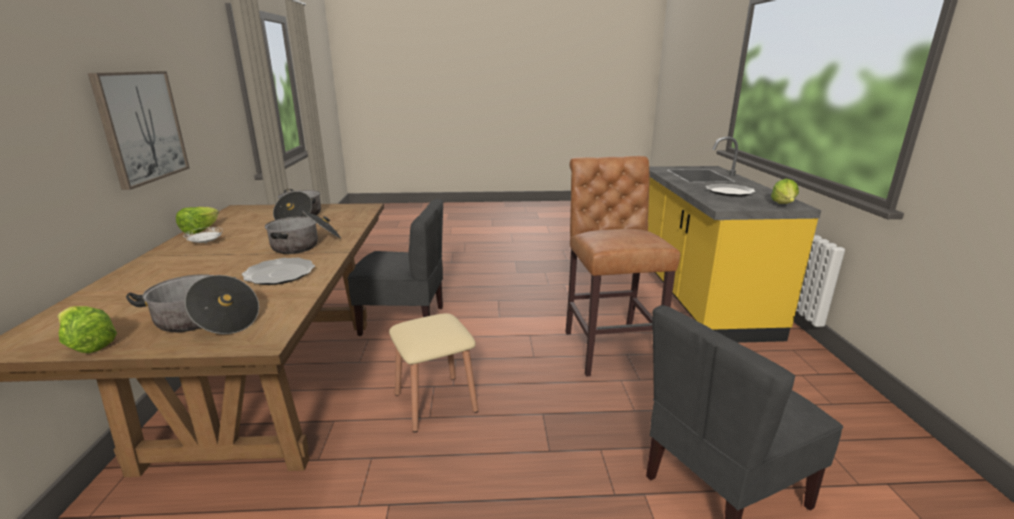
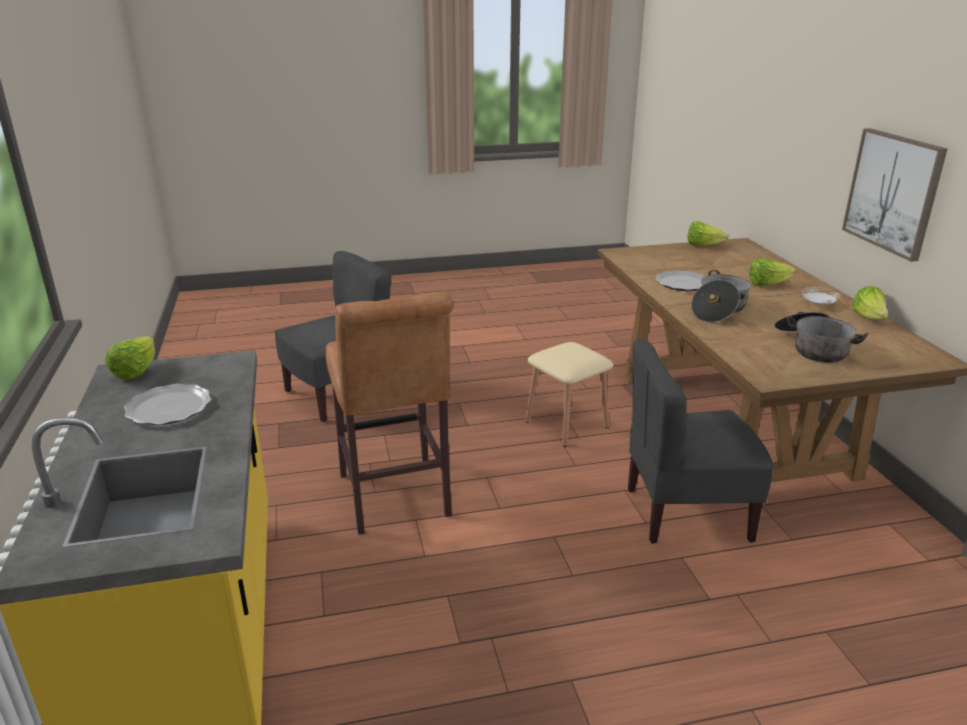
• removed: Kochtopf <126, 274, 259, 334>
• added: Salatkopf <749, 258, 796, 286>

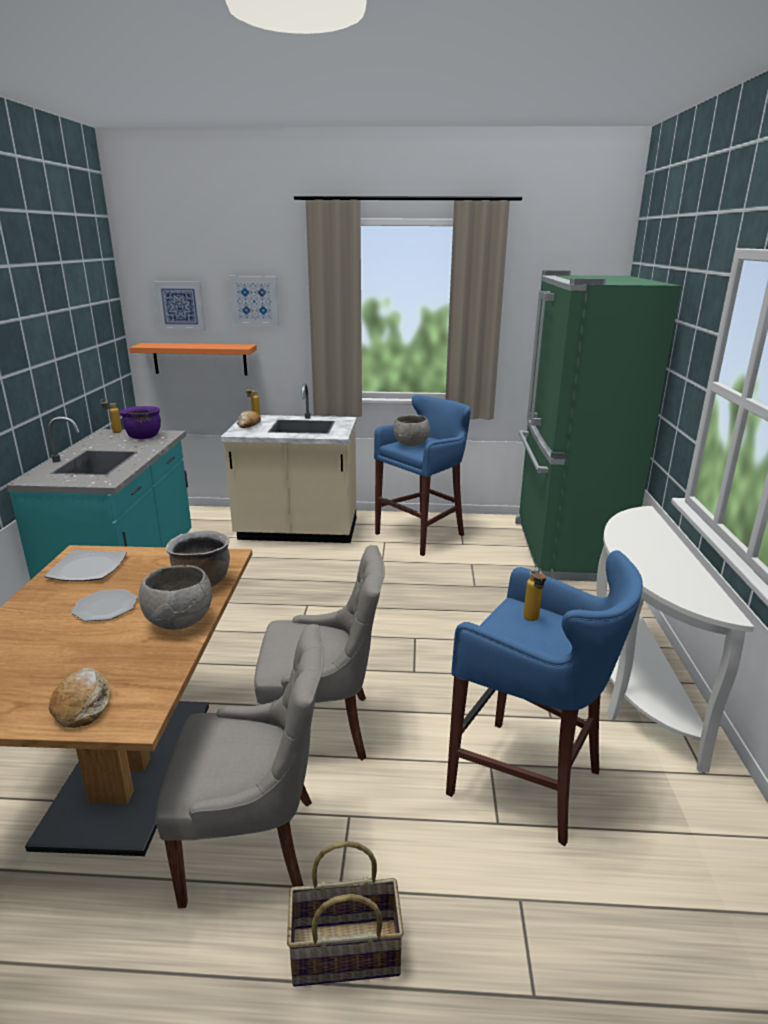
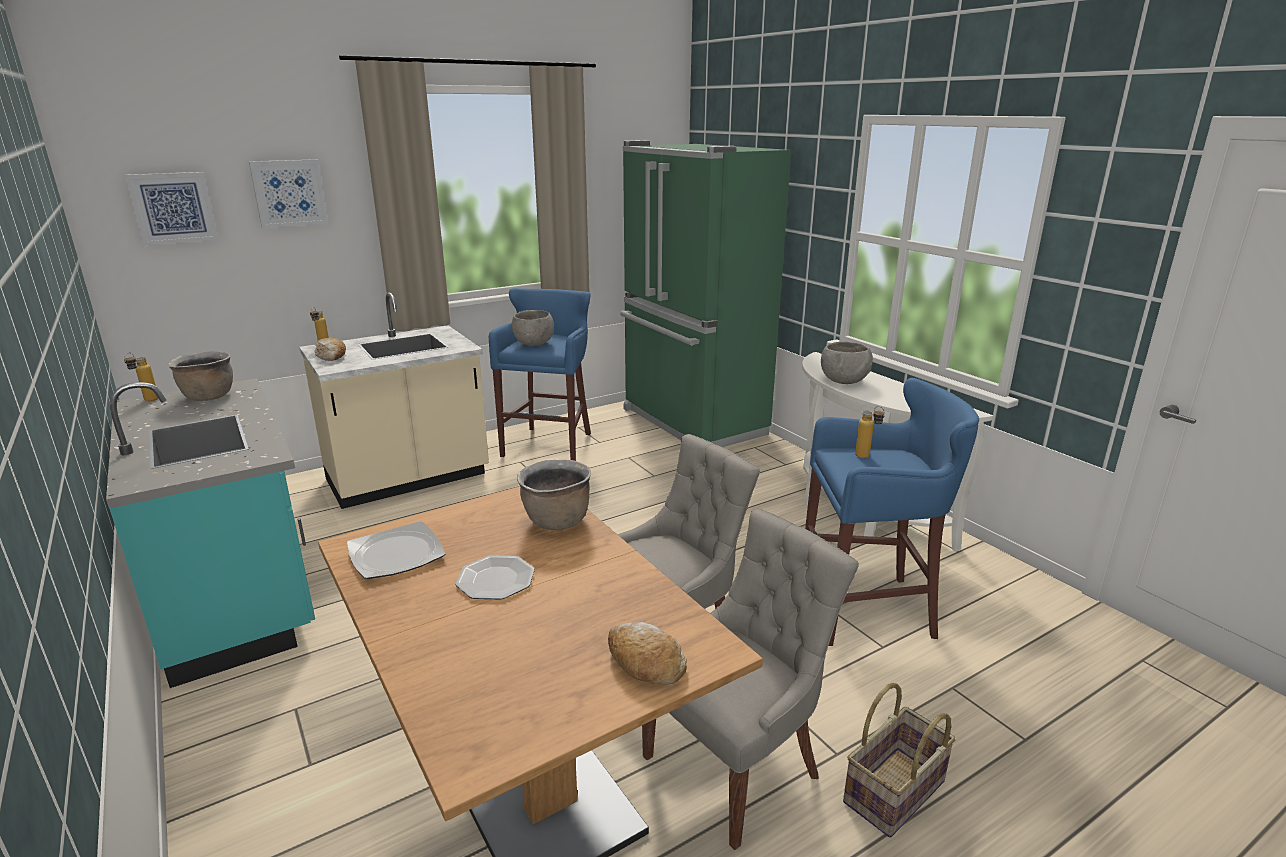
• removed: Wandregal/orange <129, 343, 257, 375>
• moved: Schüssel/grau <139, 565, 212, 630> to <821, 342, 873, 384>
• recoloured: Kochtopf/lila <119, 406, 161, 439> to Kochtopf/braun <168, 351, 233, 401>

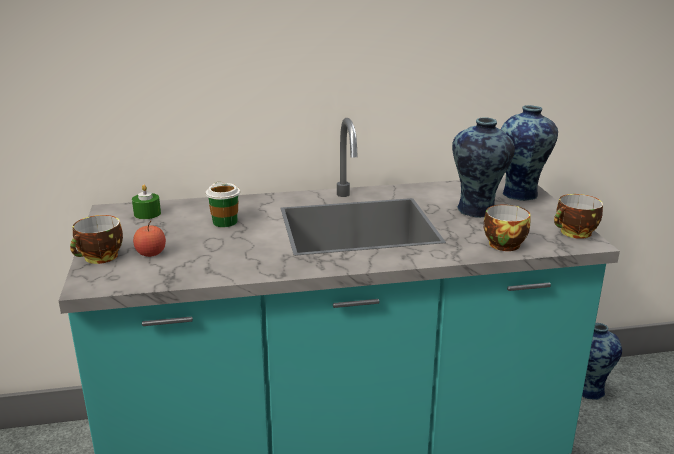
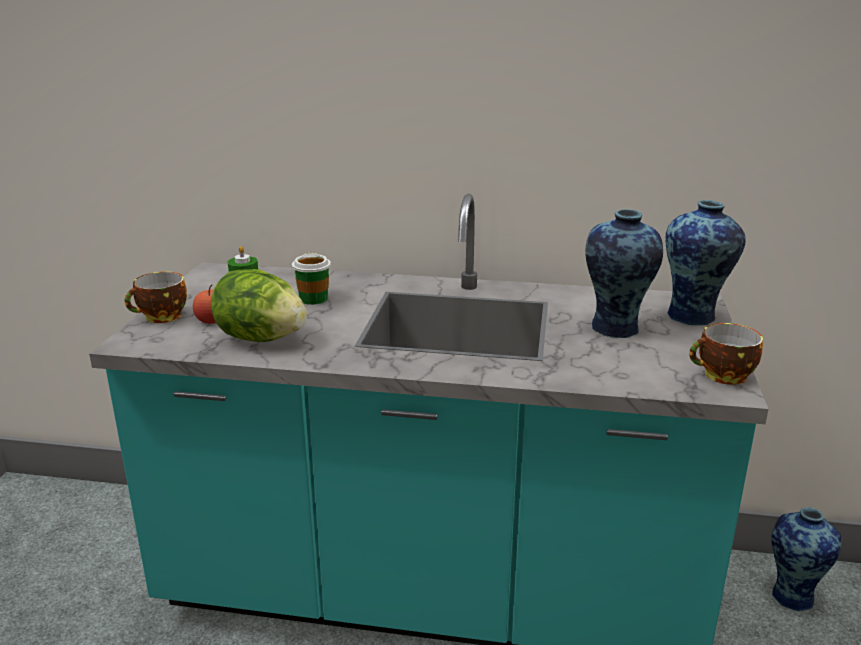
• removed: Tasse <484, 204, 530, 251>
• added: Salatkopf <211, 269, 307, 342>

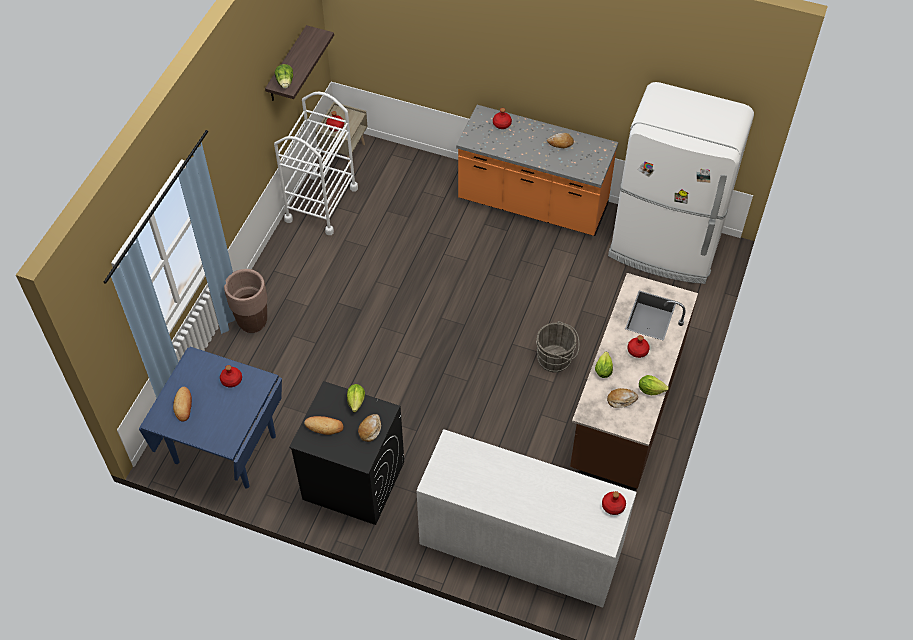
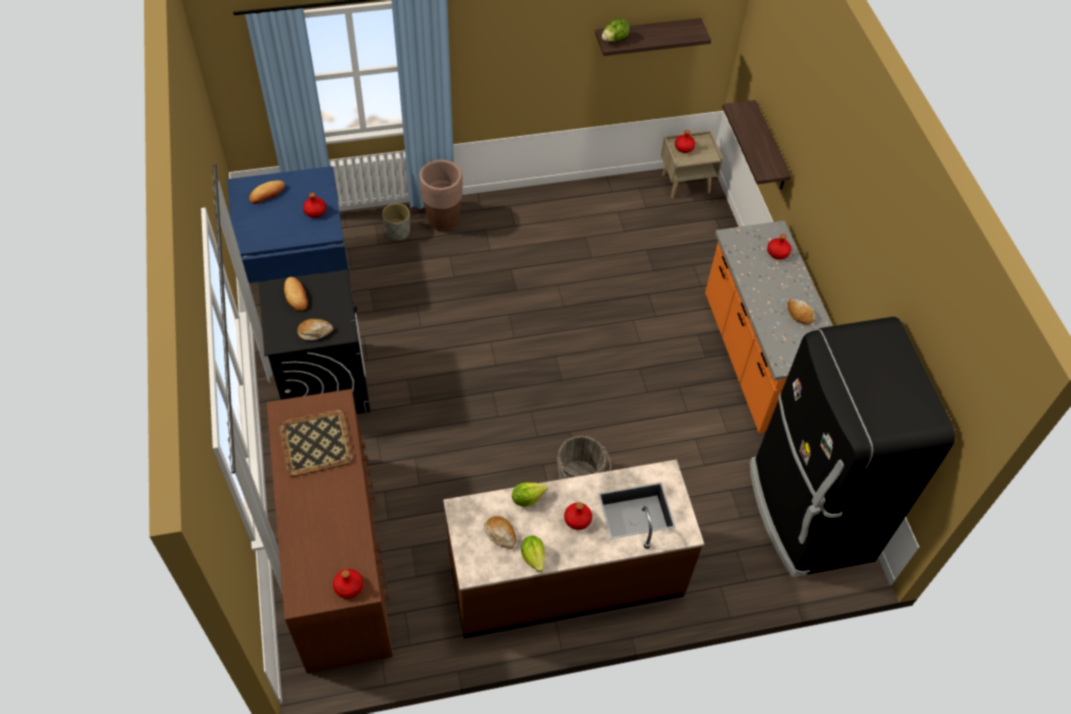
• removed: Rollwagen/weiß <274, 91, 358, 235>
• removed: Salatkopf <347, 384, 365, 412>
• added: Tablett <279, 409, 354, 477>
• added: Pflanzkübel/grau <382, 203, 410, 240>
• added: Wandregal <722, 100, 792, 190>
• recoloured: Kommode/weiß <416, 429, 637, 608> to Kommode/braun <266, 389, 393, 673>
• recoloured: Kühlschrank/weiß <608, 82, 754, 284> to Kühlschrank/schwarz <750, 317, 955, 577>

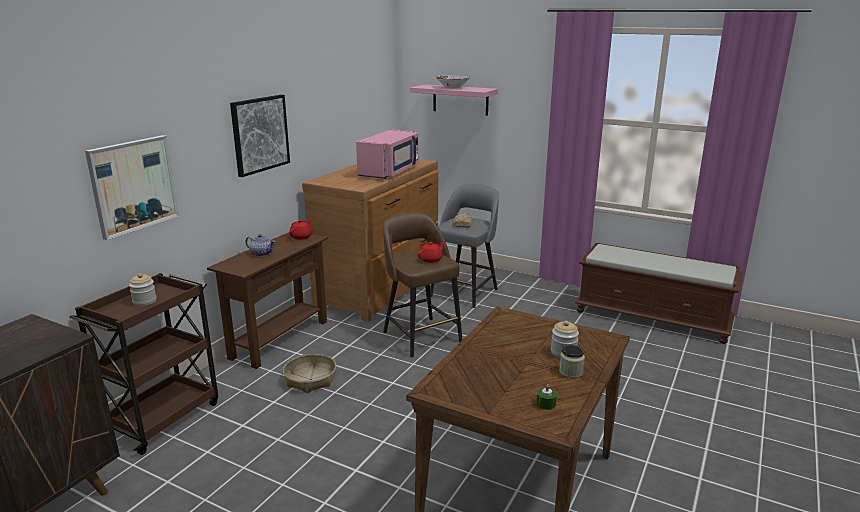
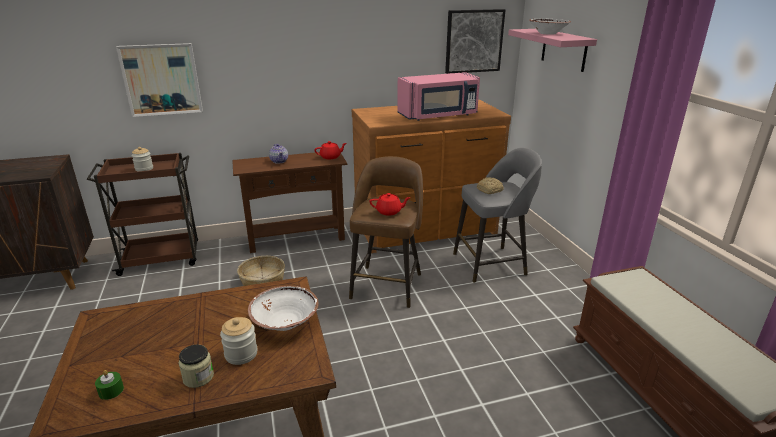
• added: Schüssel/weiß <248, 286, 319, 331>
• moved: Bild <230, 95, 290, 177> to <445, 9, 505, 74>

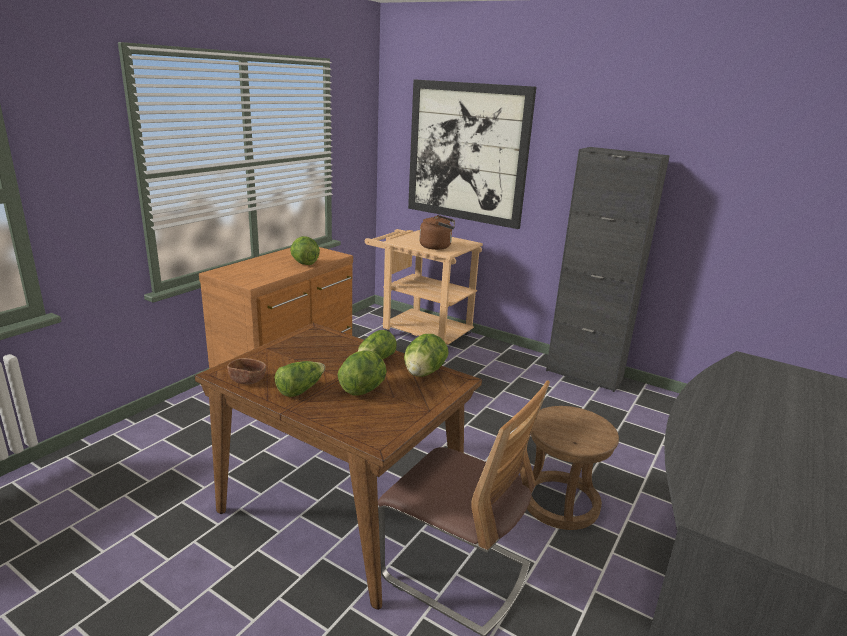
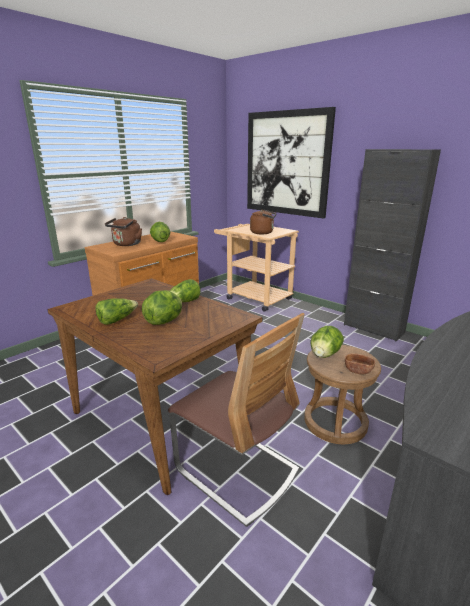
• added: Wasserkessel/braun <105, 217, 142, 246>
• moved: Schüssel/braun <227, 358, 266, 385> to <345, 353, 375, 375>
• moved: Salatkopf <404, 334, 449, 377> to <310, 326, 344, 358>

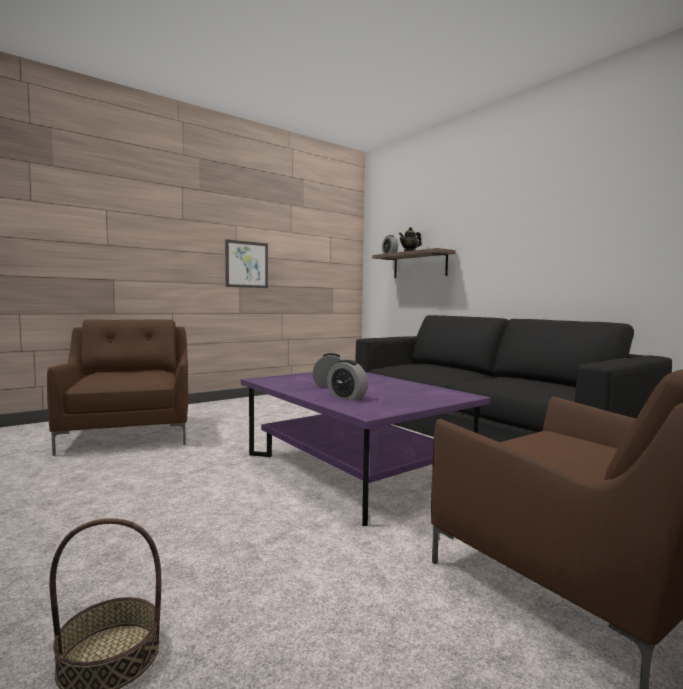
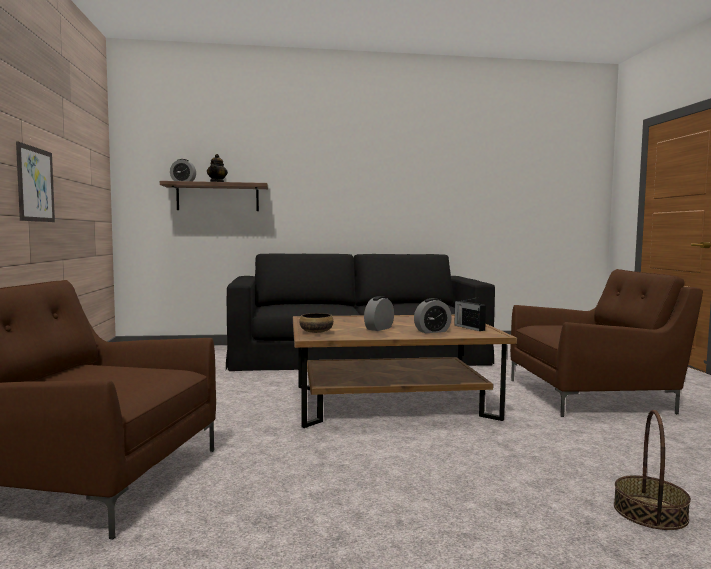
• added: Schüssel <299, 313, 333, 333>
• added: Radio <454, 297, 486, 331>
• recoloured: Couchtisch/lila <241, 372, 491, 526> to Couchtisch/braun <293, 315, 517, 428>

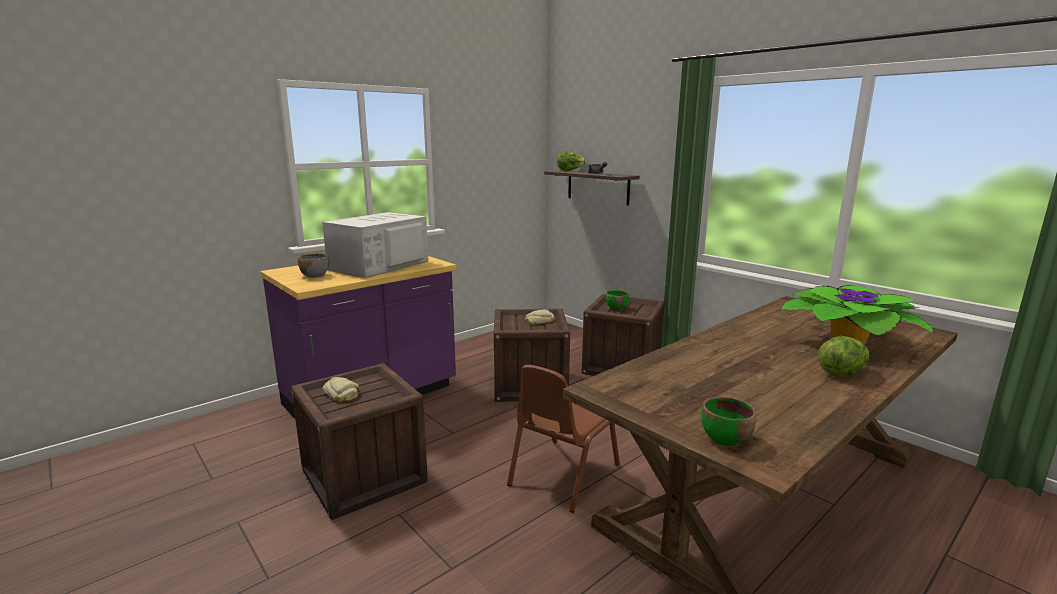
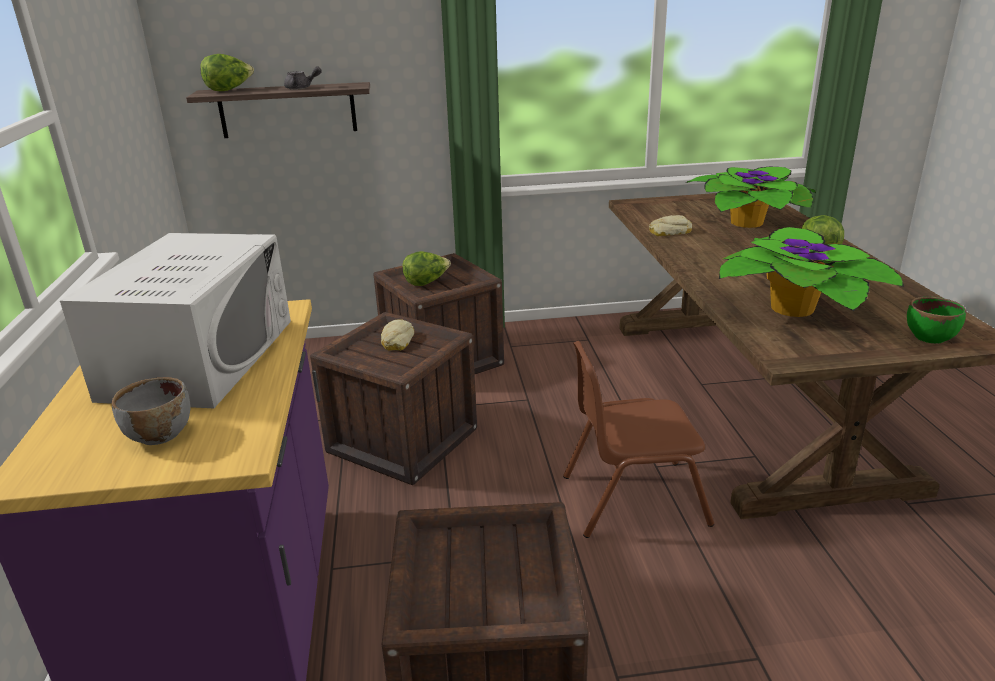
• added: Topfpflanze <719, 227, 904, 317>
• moved: Brot <323, 377, 361, 402> to <649, 215, 692, 236>
• replaced: Schüssel/grün <606, 290, 629, 310> to Salatkopf <403, 251, 451, 286>
• turned: Mikrowelle/weiß <322, 212, 429, 278> = <60, 233, 291, 408> 150 degrees counterclockwise
• turned: Stuhl/braun <507, 365, 620, 513> = <563, 341, 714, 538> 105 degrees clockwise

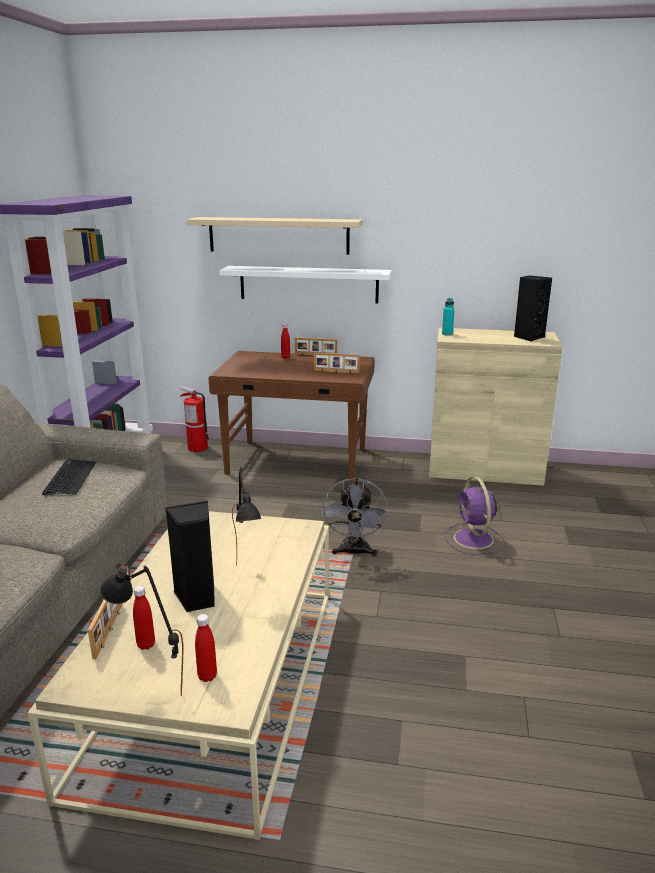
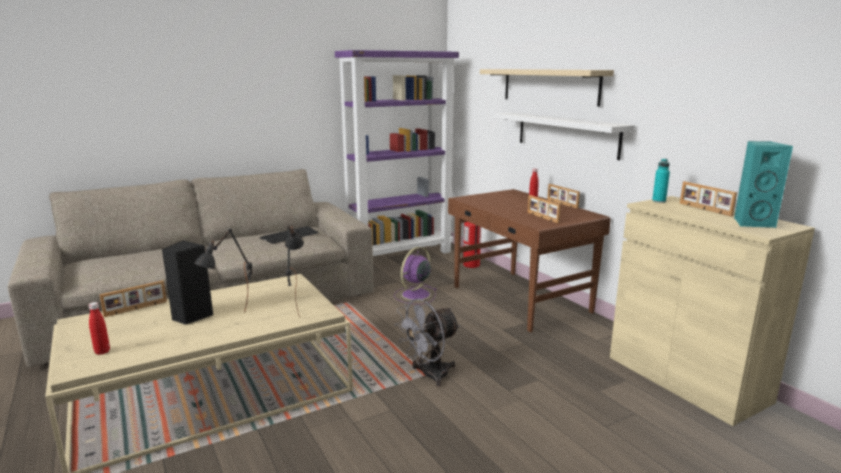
• removed: Flasche/rot <133, 585, 155, 650>
• added: Bilderrahmen <680, 181, 737, 216>
• moved: Tischlampe/schwarz <100, 563, 184, 696> to <285, 225, 304, 318>
• moved: Ventilator/lila <445, 476, 506, 555> to <394, 247, 436, 305>
• recoloured: Lautsprecher/schwarz <514, 275, 552, 342> to Lautsprecher/türkis <734, 141, 793, 228>

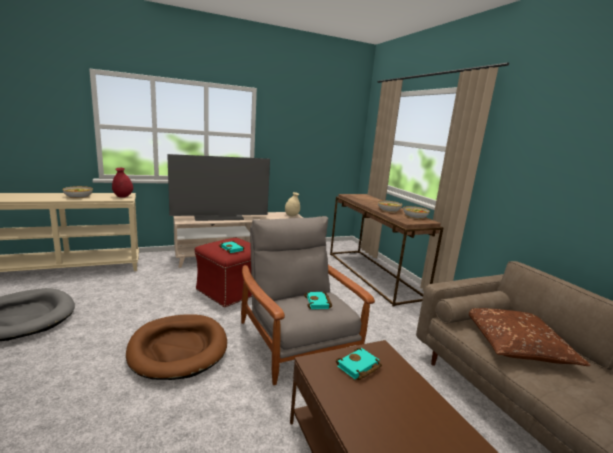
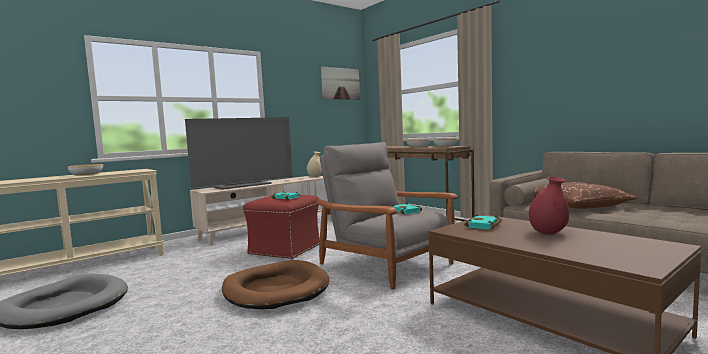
• added: Bild <321, 67, 360, 100>
• moved: Vase/rot <112, 168, 133, 198> to <529, 177, 569, 235>

